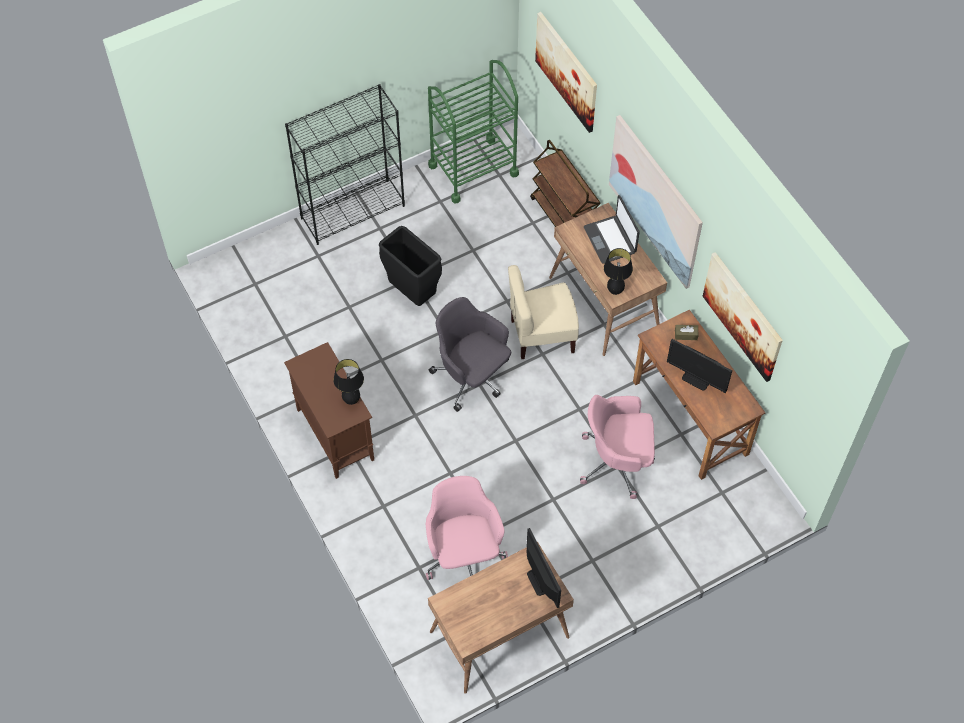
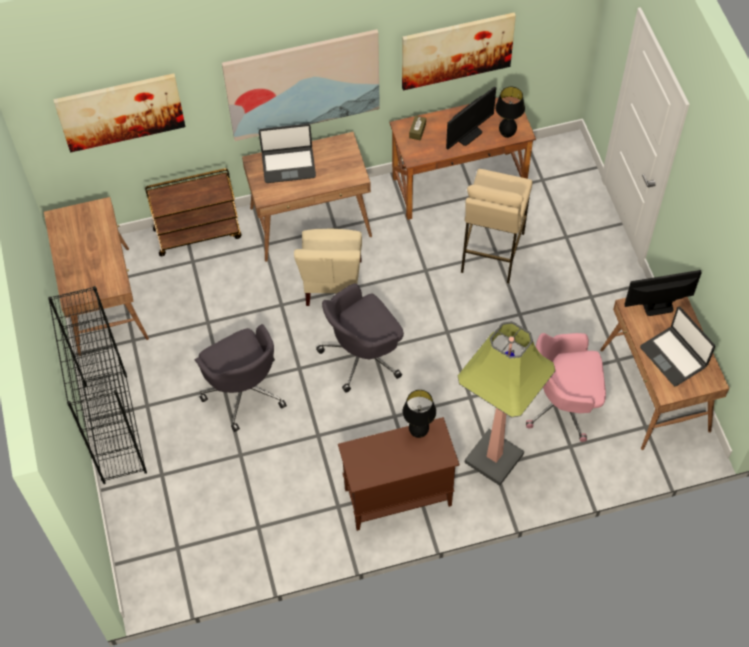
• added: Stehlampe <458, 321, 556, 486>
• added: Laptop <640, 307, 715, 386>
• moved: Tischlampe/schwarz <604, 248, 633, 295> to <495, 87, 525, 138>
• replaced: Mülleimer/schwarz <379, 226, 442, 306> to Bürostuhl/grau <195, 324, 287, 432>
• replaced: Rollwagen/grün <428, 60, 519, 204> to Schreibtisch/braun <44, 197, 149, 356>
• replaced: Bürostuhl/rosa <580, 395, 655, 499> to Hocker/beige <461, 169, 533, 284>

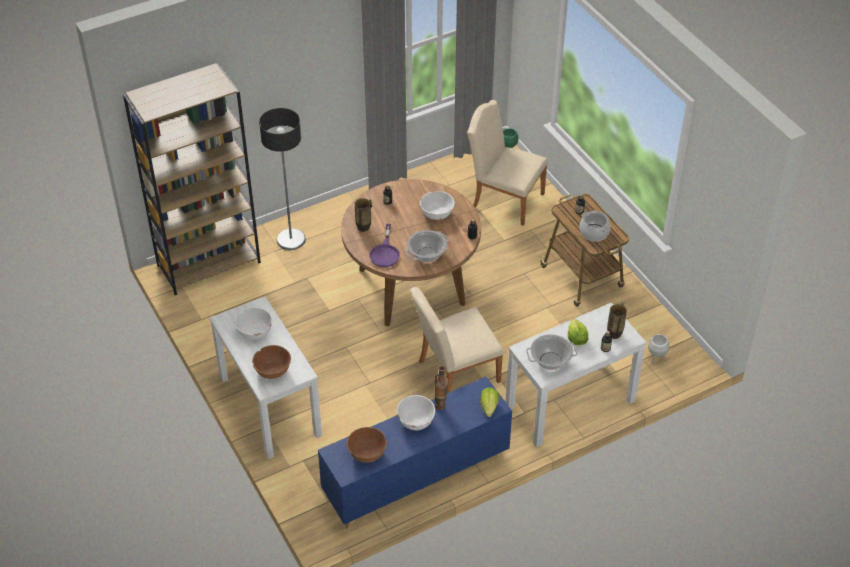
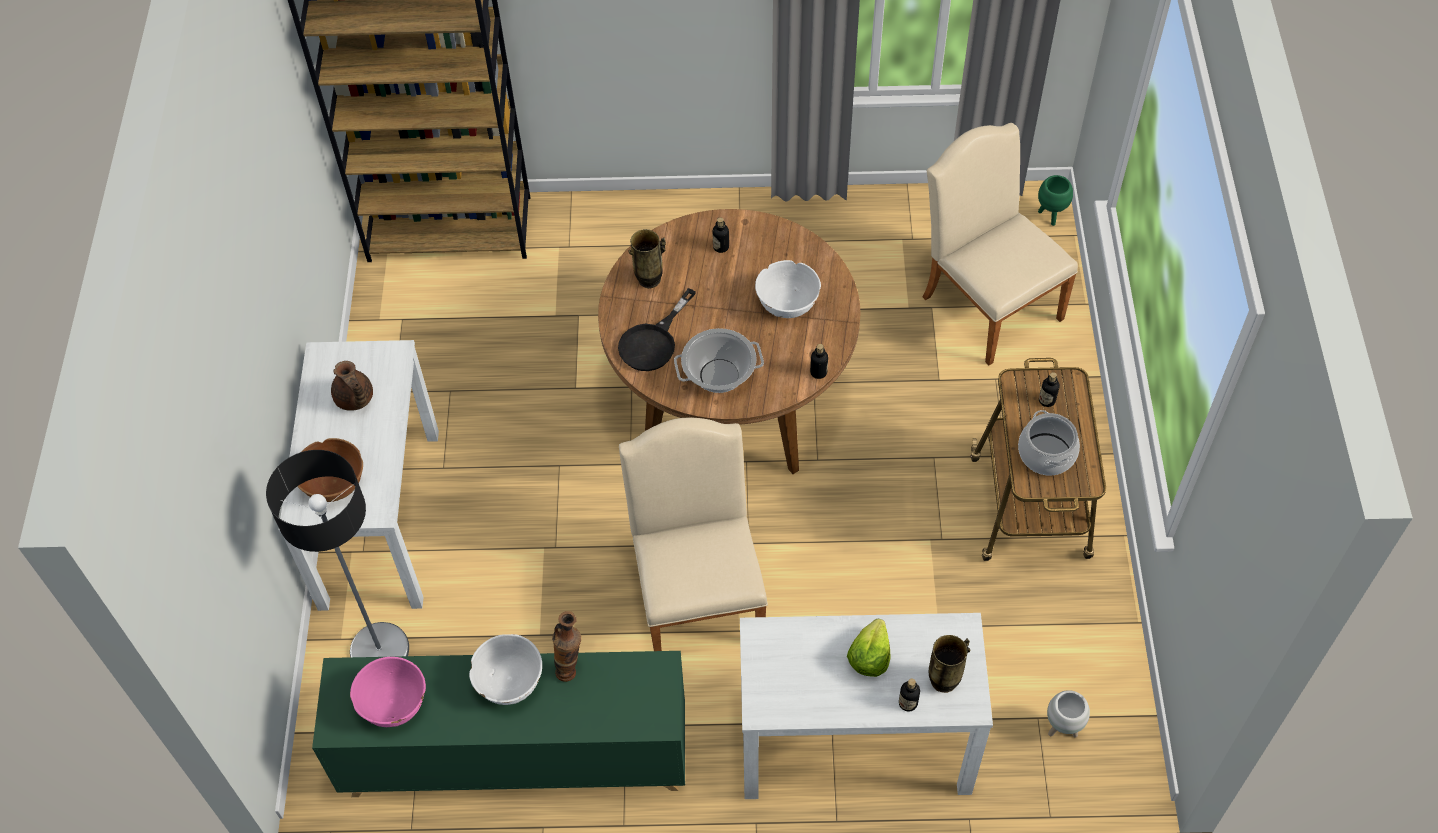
• removed: Salatkopf <480, 387, 499, 417>
• removed: Kochtopf <526, 334, 577, 370>
• moved: Stehlampe <259, 108, 306, 250> to <266, 450, 409, 657>
• replaced: Schüssel/weiß <234, 307, 273, 340> to Teekanne/braun <331, 361, 373, 411>
• recoloured: Schrank/blau <318, 377, 512, 530> to Schrank/grün <312, 651, 685, 797>
• recoloured: Schüssel/braun <347, 427, 387, 463> to Schüssel/rosa <350, 657, 426, 727>
• recoloured: Pfanne/lila <369, 224, 400, 267> to Pfanne/schwarz <618, 288, 696, 371>
• turned: Stuhl/beige <410, 287, 503, 393> = <619, 418, 768, 651> 75 degrees clockwise

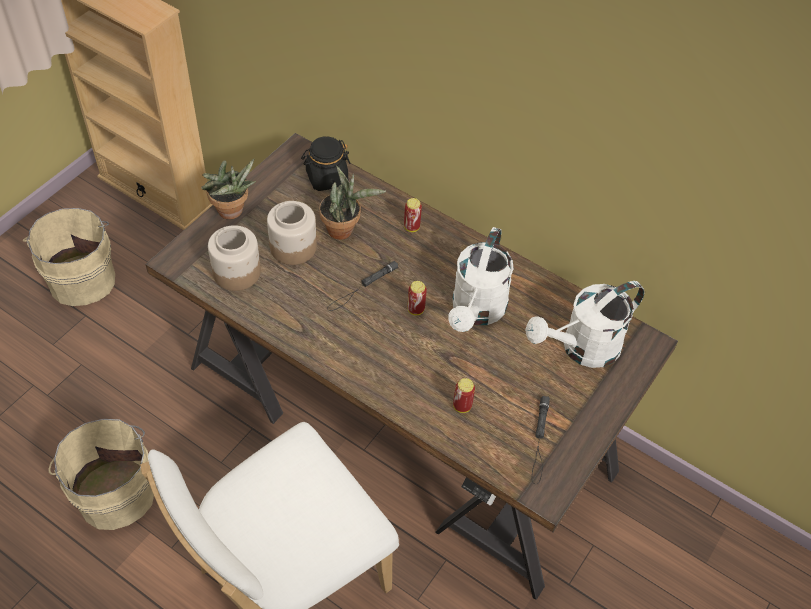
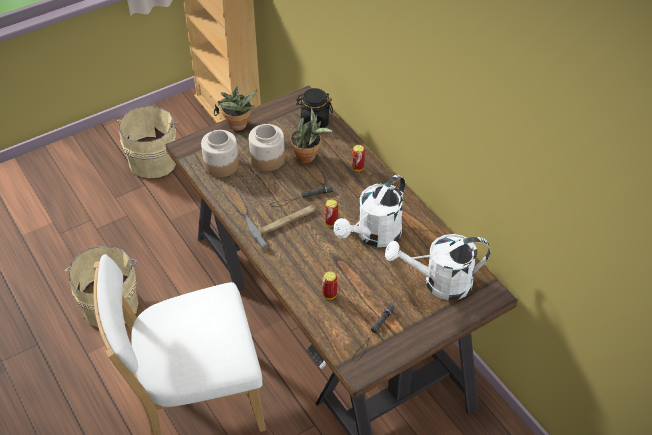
• added: Hammer <246, 205, 317, 251>

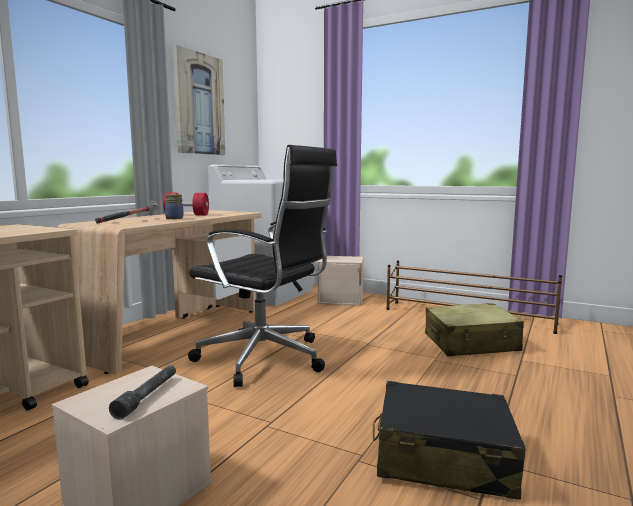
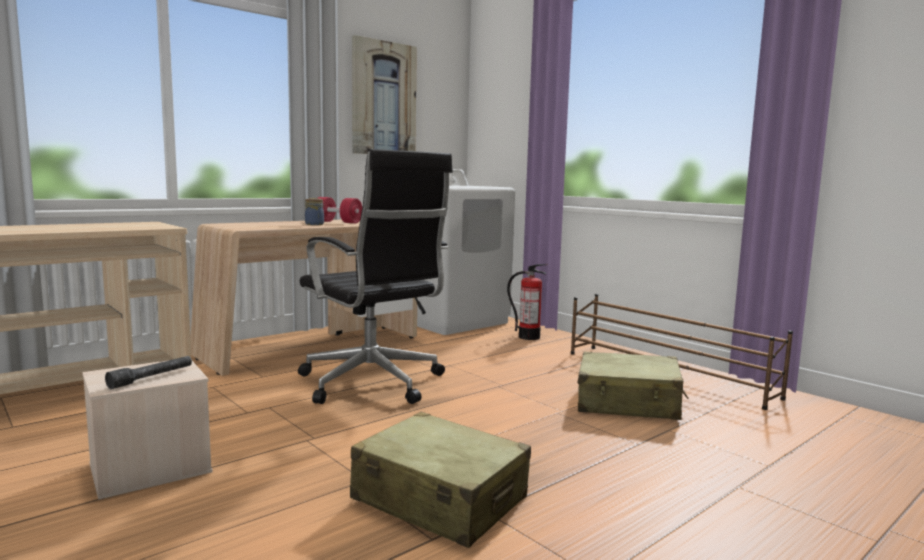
• removed: Hammer <95, 200, 159, 224>
• replaced: Aufbewahrungsbox/beige <317, 256, 364, 306> to Feuerlöscher <507, 264, 548, 340>
• recoloured: Koffer/schwarz <373, 381, 526, 500> to Koffer/beige <350, 411, 531, 548>

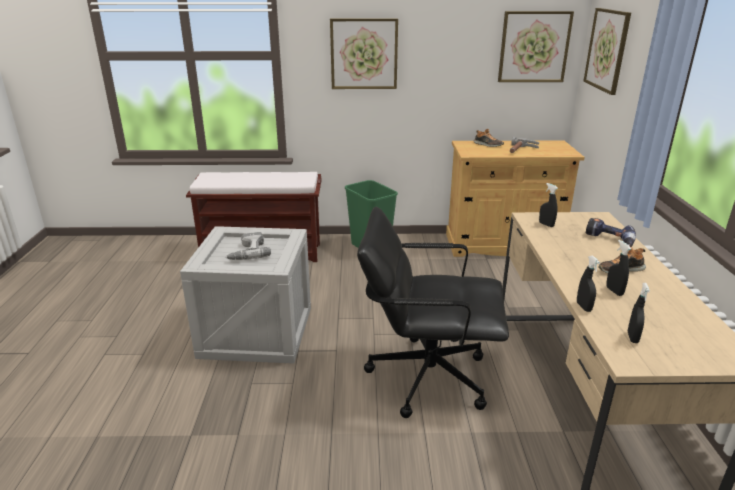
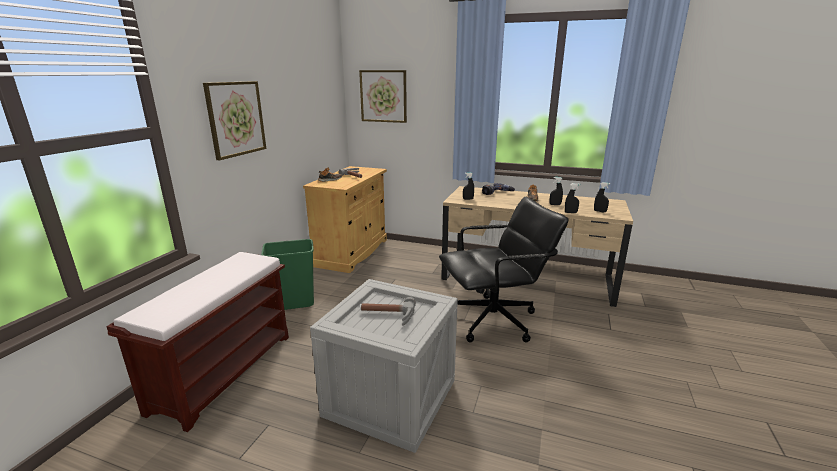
• removed: Bild <498, 11, 574, 82>
• replaced: Bohrmaschine <226, 232, 271, 260> to Hammer <361, 297, 416, 326>
• turned: Bürostuhl/schwarz <357, 207, 509, 418> = <439, 197, 569, 342> 135 degrees counterclockwise

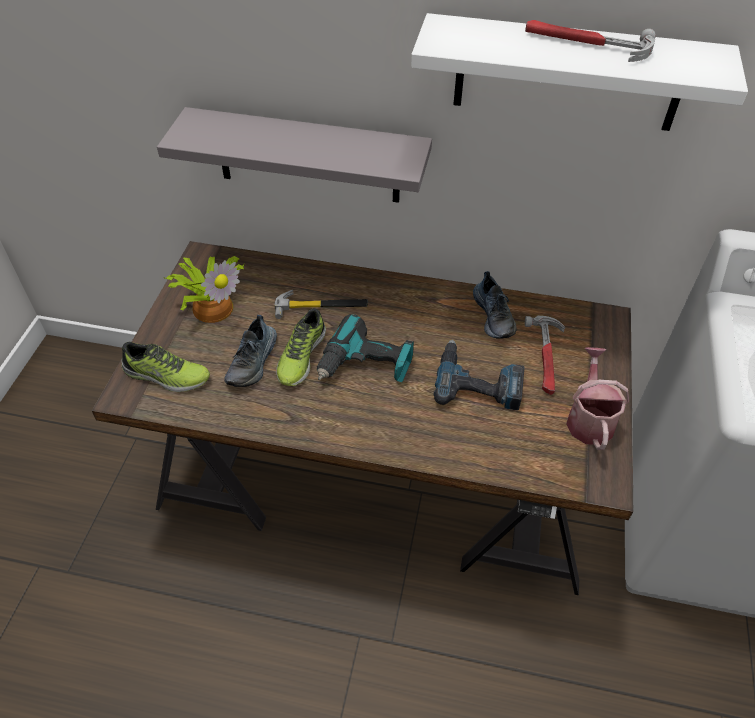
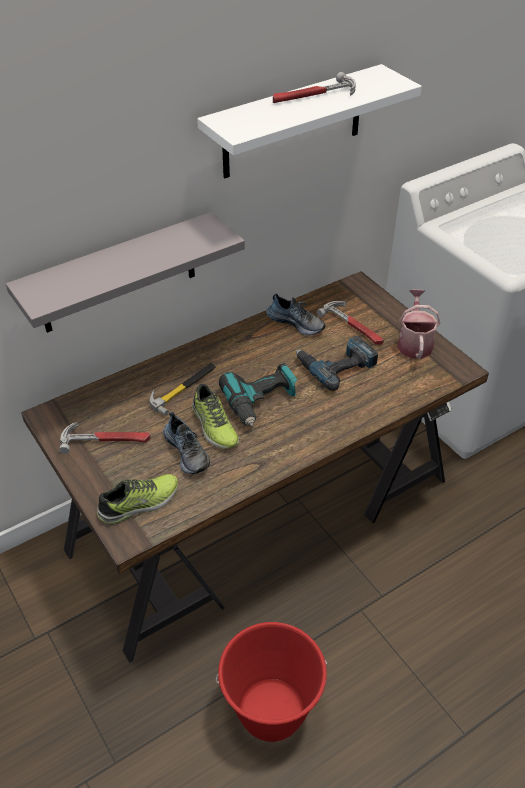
• added: Eimer/rot <216, 622, 327, 742>
• replaced: Topfpflanze <164, 256, 244, 323> to Hammer <59, 422, 151, 454>
• turned: Gießkanne <566, 347, 629, 450> = <397, 289, 440, 359> 45 degrees clockwise

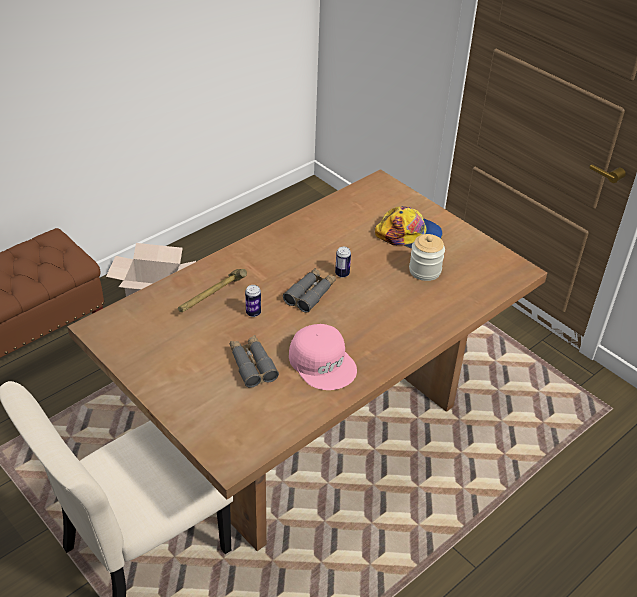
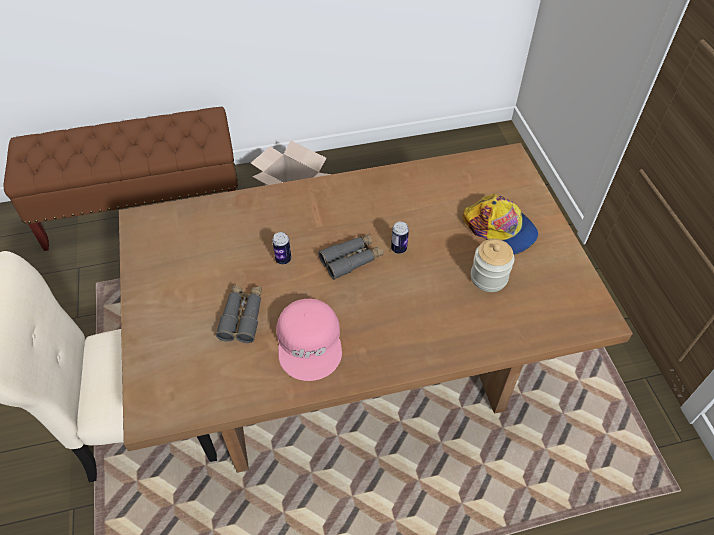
• removed: Hammer <178, 269, 247, 312>

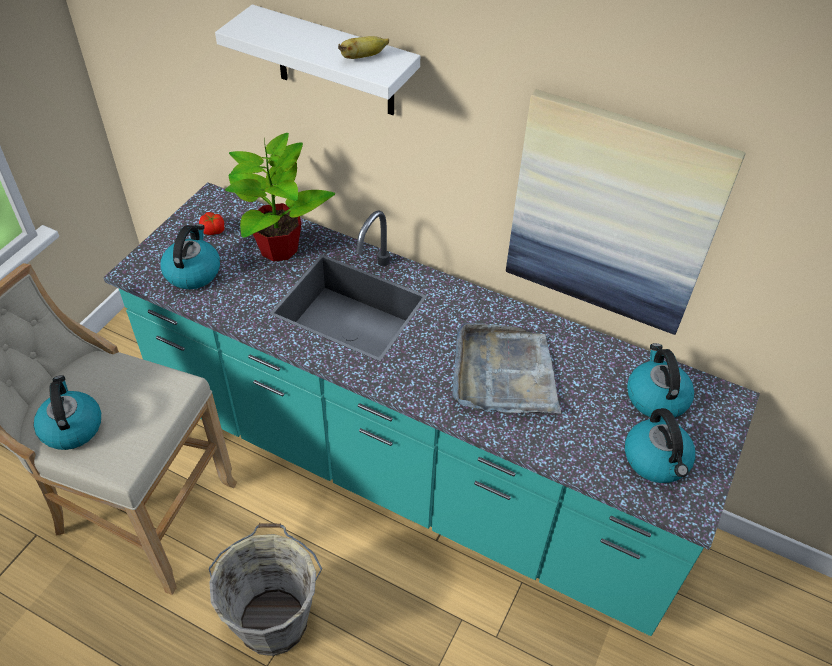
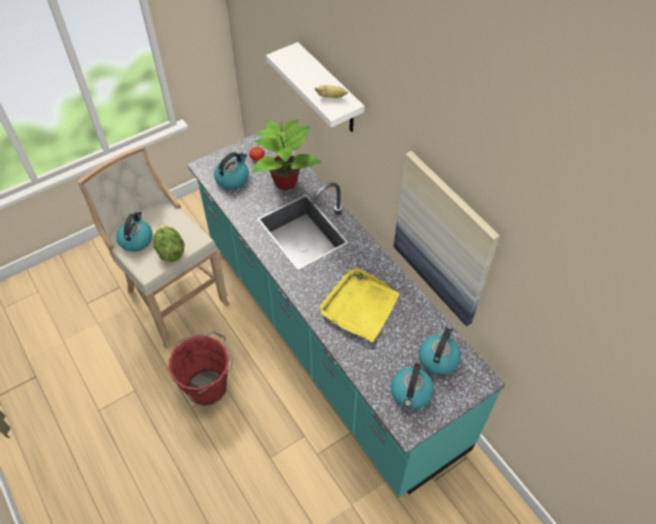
• added: Salatkopf <153, 225, 185, 262>
• recoloured: Eimer/grau <209, 523, 322, 656> to Eimer/rot <169, 331, 232, 406>
• recoloured: Tablett/grau <452, 323, 561, 414> to Tablett/gelb <320, 268, 399, 342>

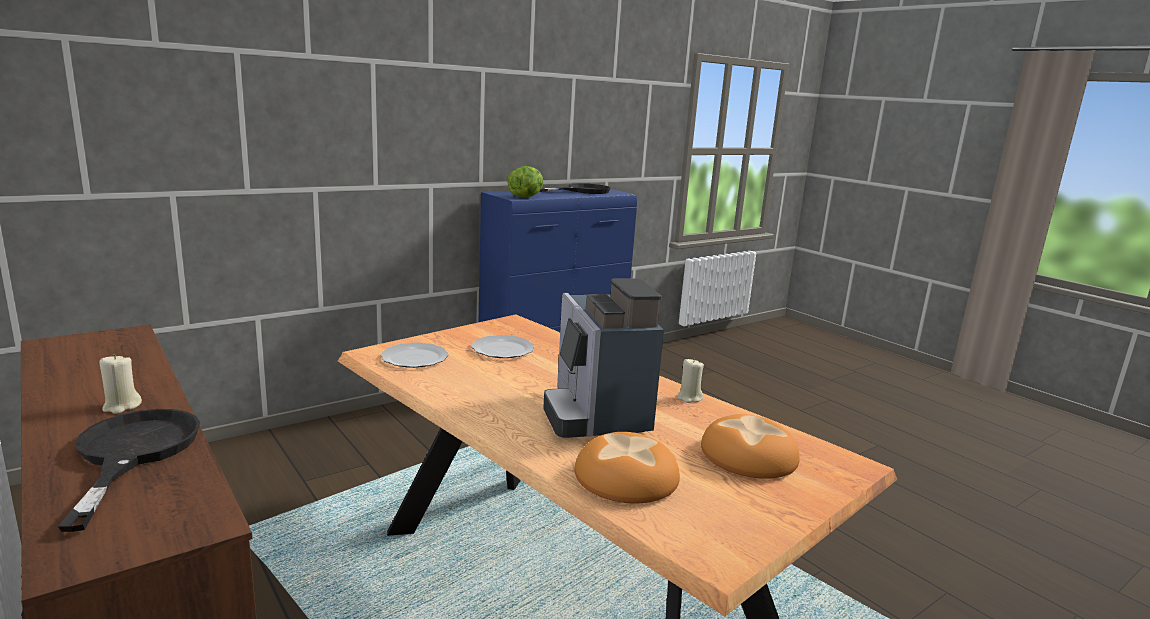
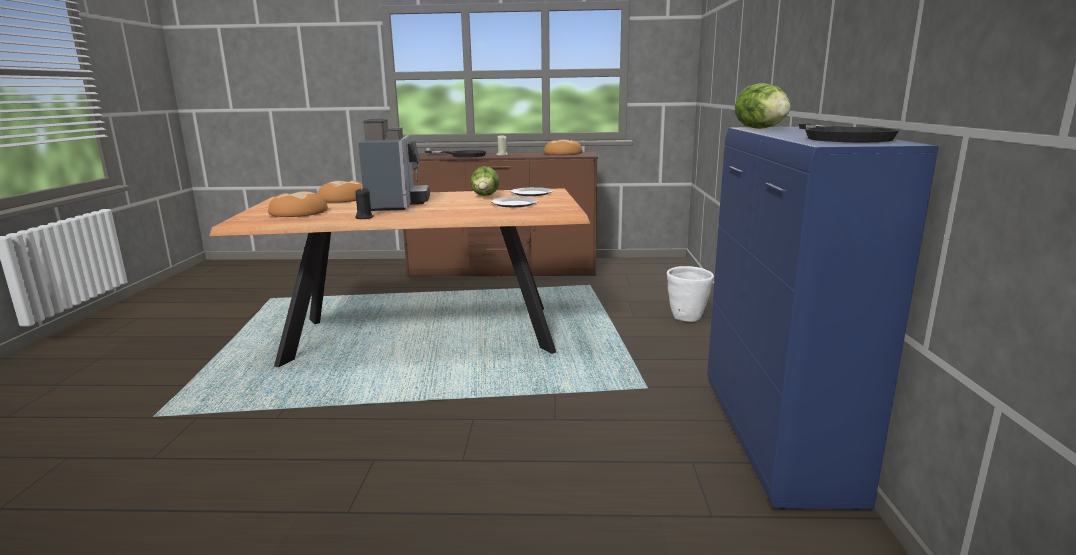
• added: Salatkopf <470, 166, 499, 196>
• added: Brot <544, 139, 583, 155>
• added: Pflanzkübel/weiß <667, 266, 714, 322>
• recoloured: Kerze/beige <677, 359, 704, 403> to Kerze/schwarz <355, 187, 374, 219>
• turned: Kaffeemaschine <543, 278, 664, 438> = <358, 119, 430, 211> 60 degrees clockwise

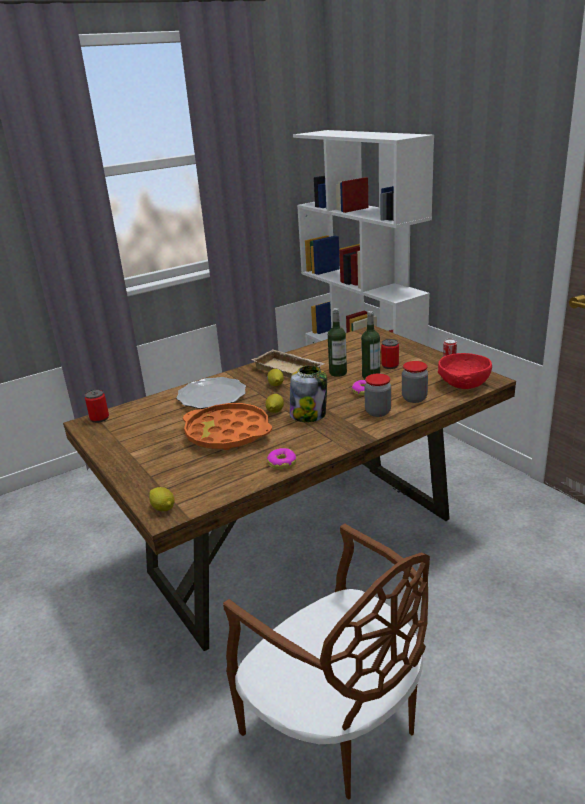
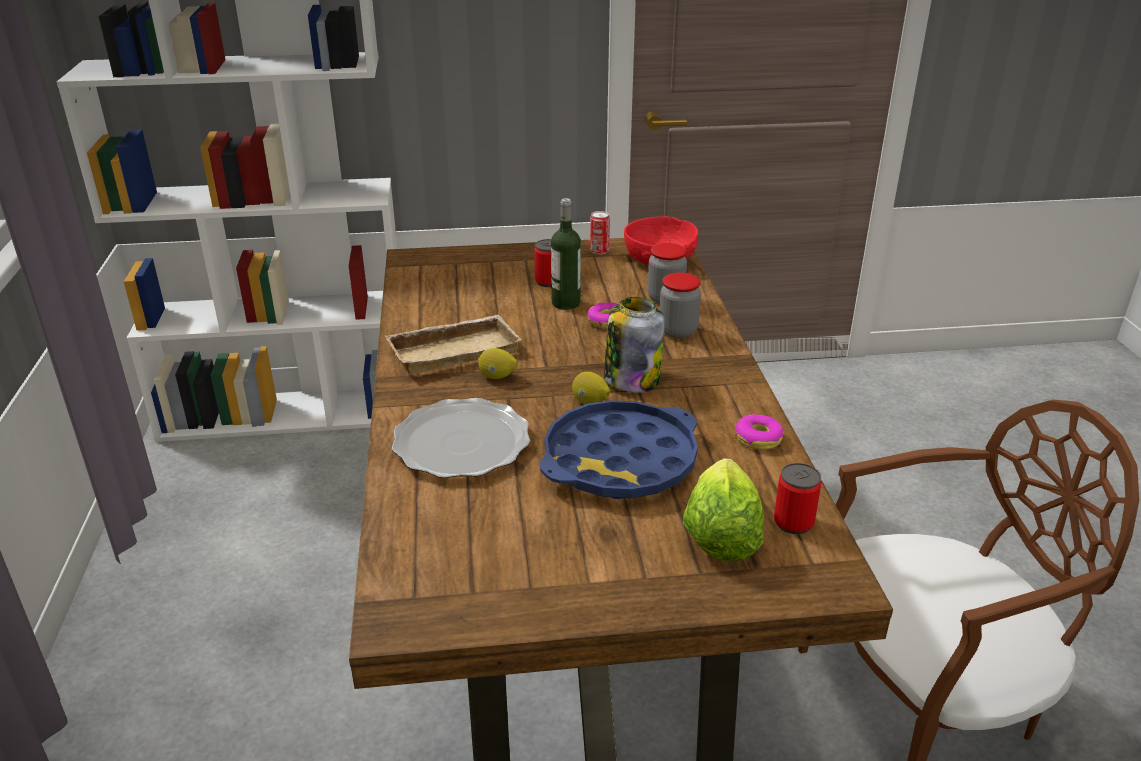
• removed: Zitrone <149, 487, 175, 511>
• removed: Flasche <328, 308, 347, 377>
• added: Salatkopf <683, 458, 764, 561>
• moved: Dose <85, 389, 109, 423> to <774, 463, 821, 534>
• recoloured: Tablett/orange <183, 403, 272, 450> to Tablett/blau <540, 400, 698, 499>

